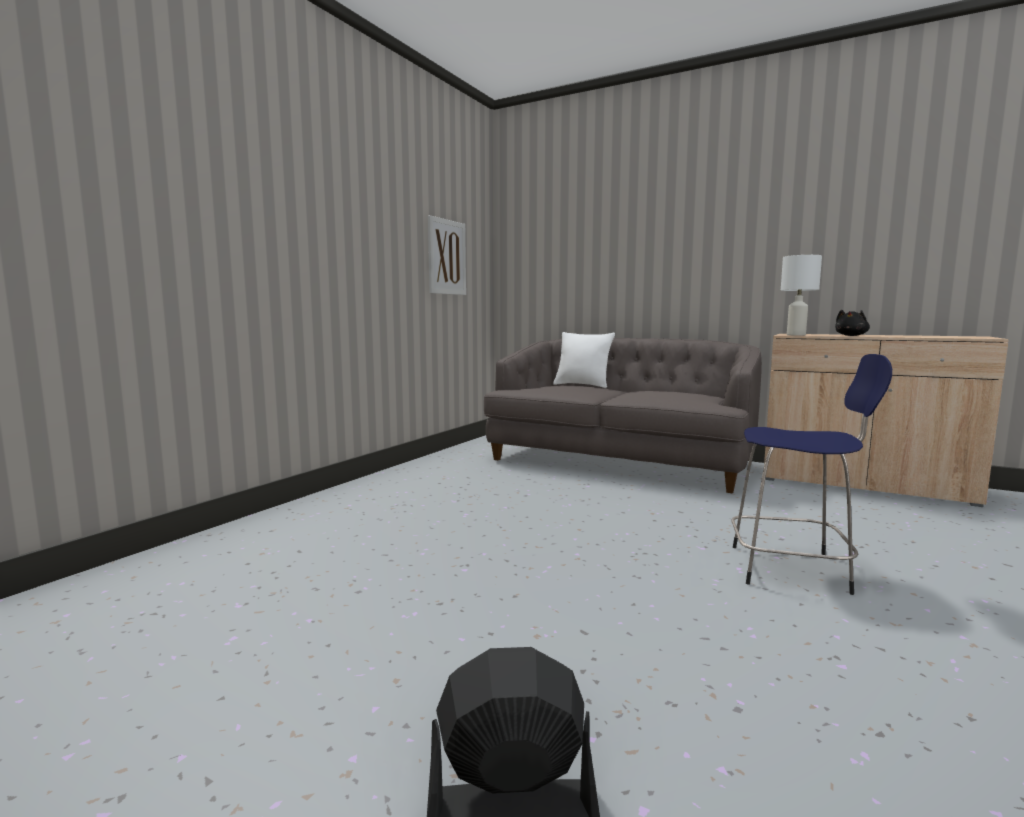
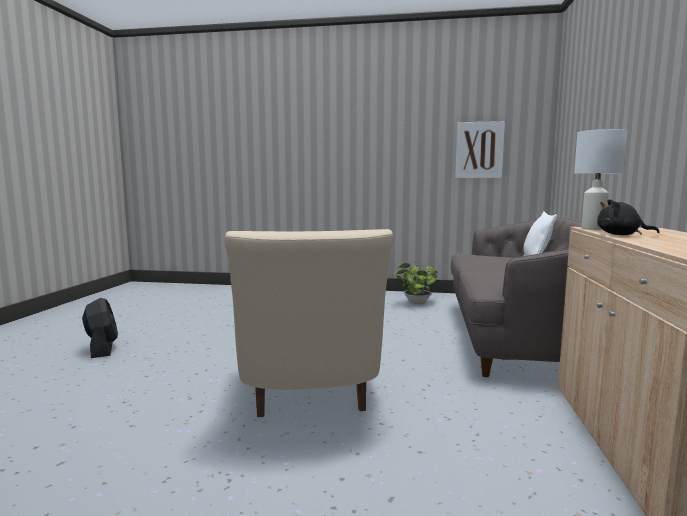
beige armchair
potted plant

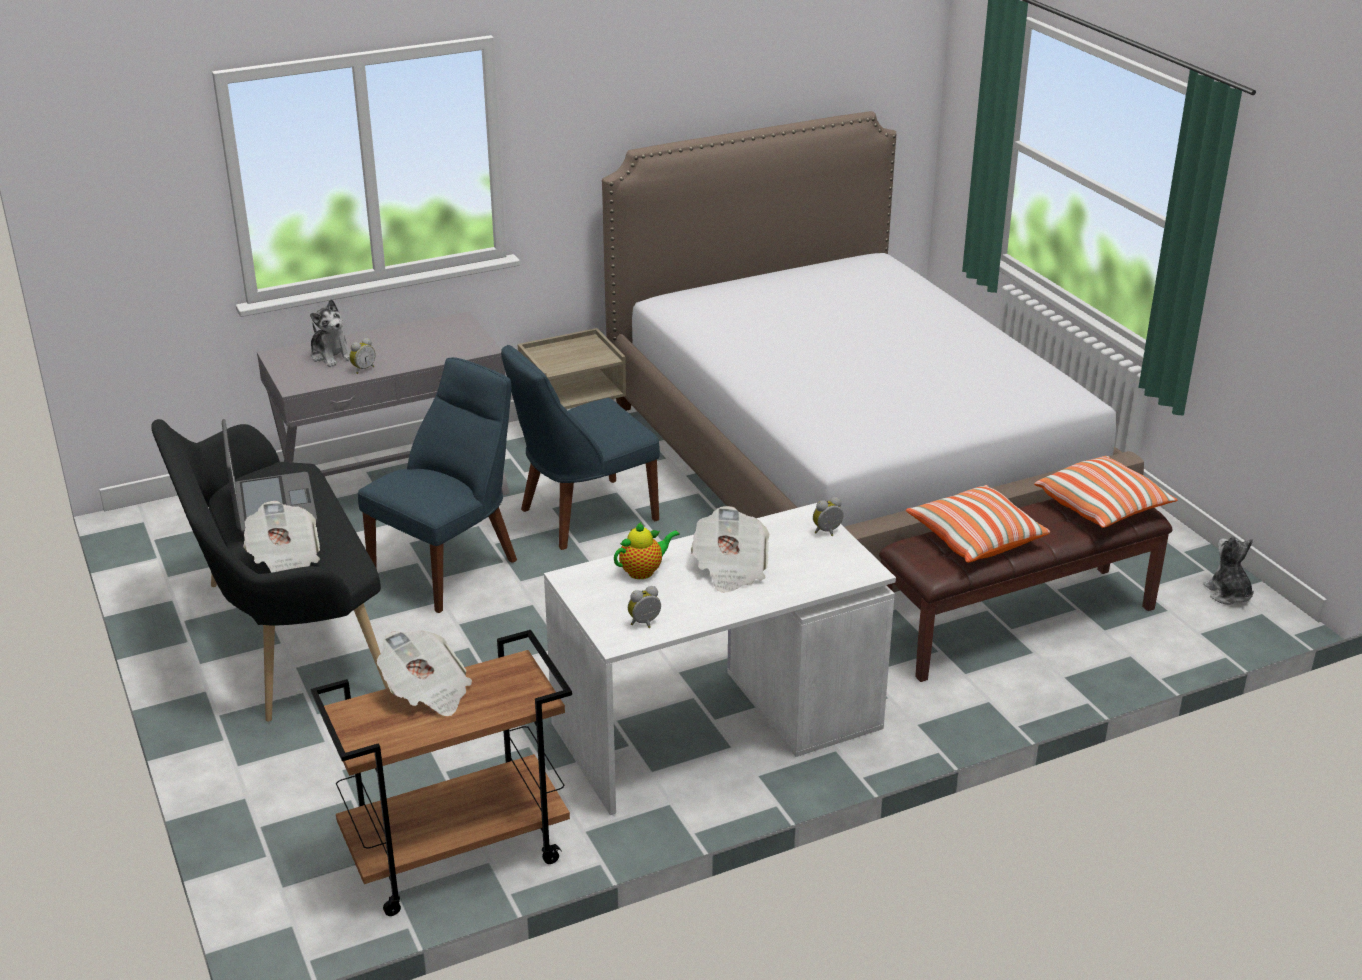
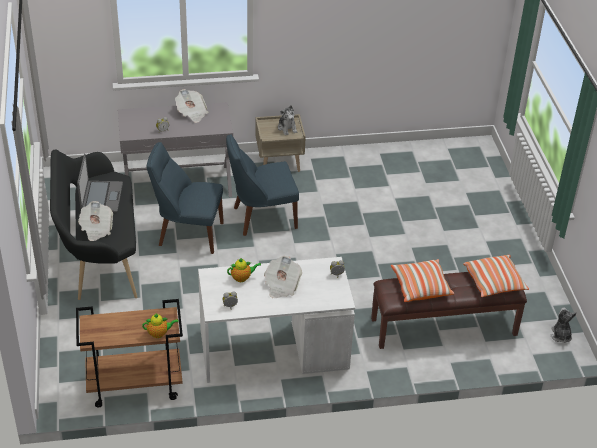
bed
plush toy (1st from left)
blue chair (1st from left)
newspaper (2nd from left)
teapot (1st from left)

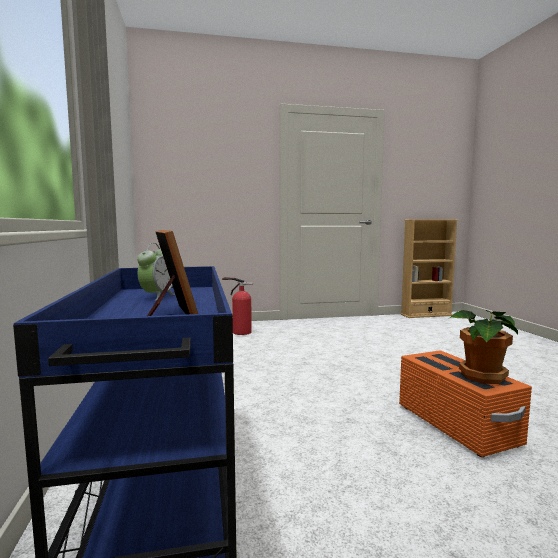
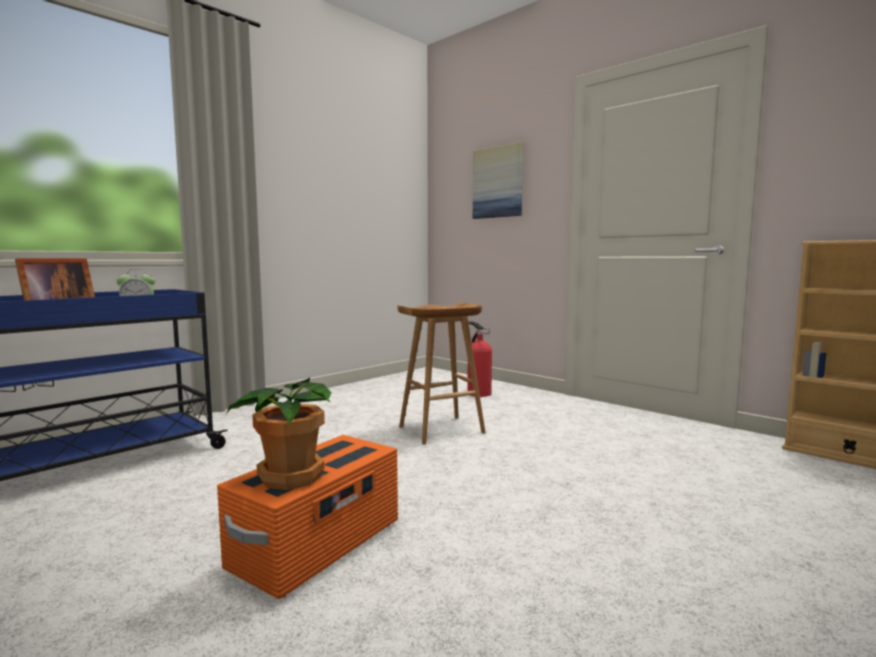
picture
brown stool

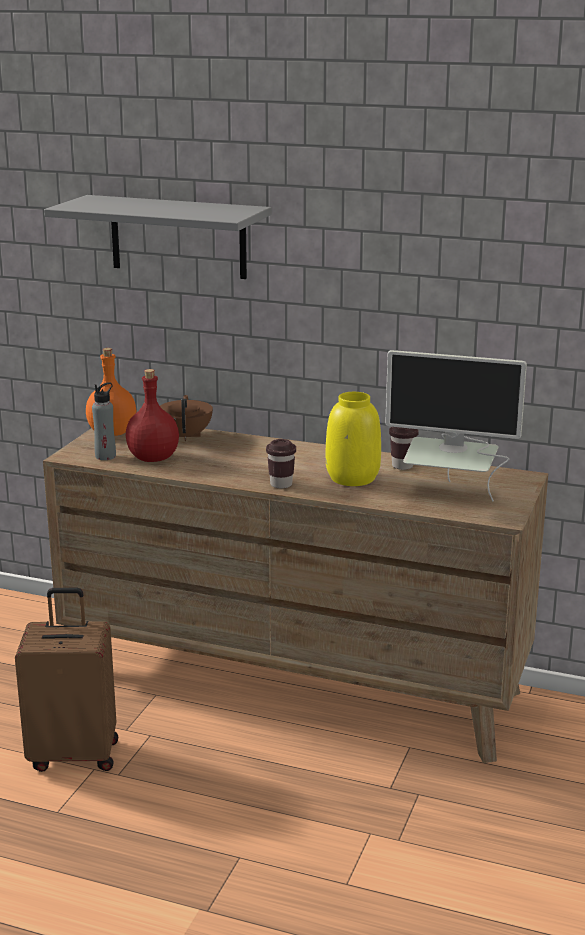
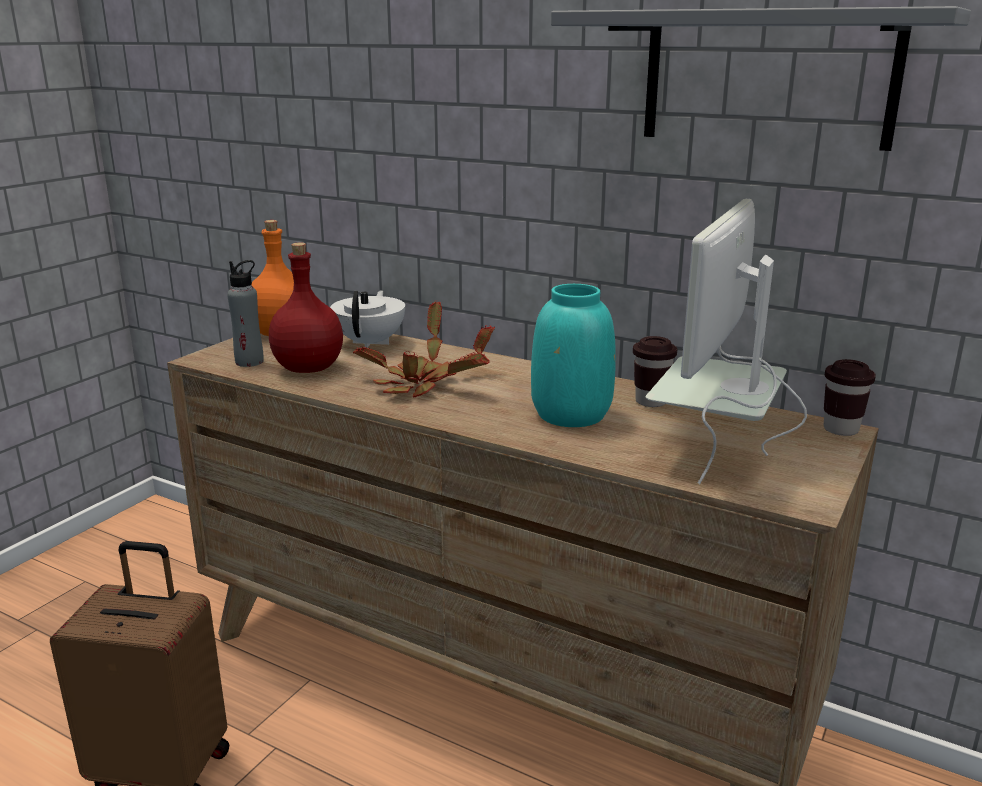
grey shelf
monitor
turquoise vase
white teapot
brown cup (2nd from left)
potted plant

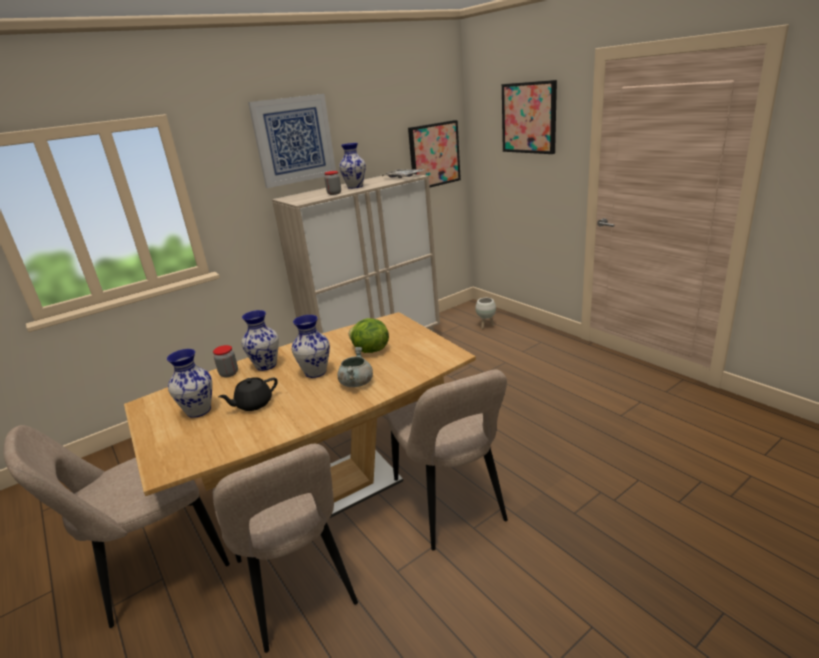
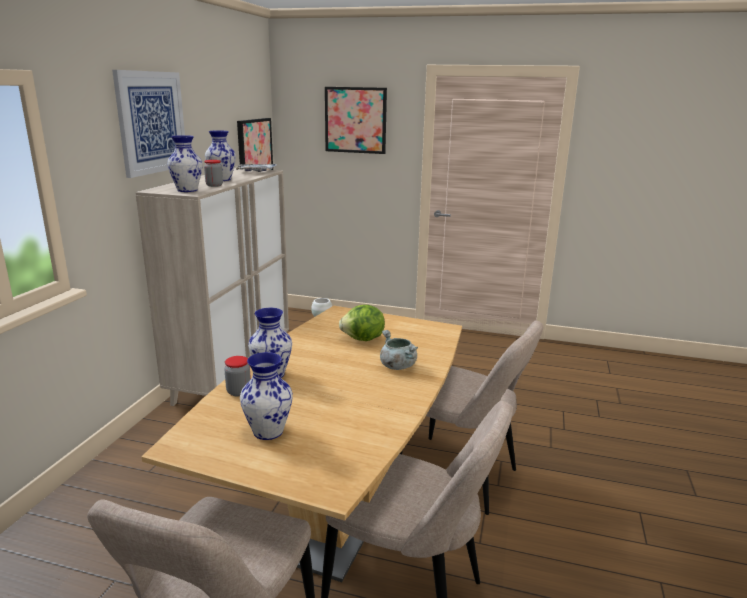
vase (1st from left)
black teapot

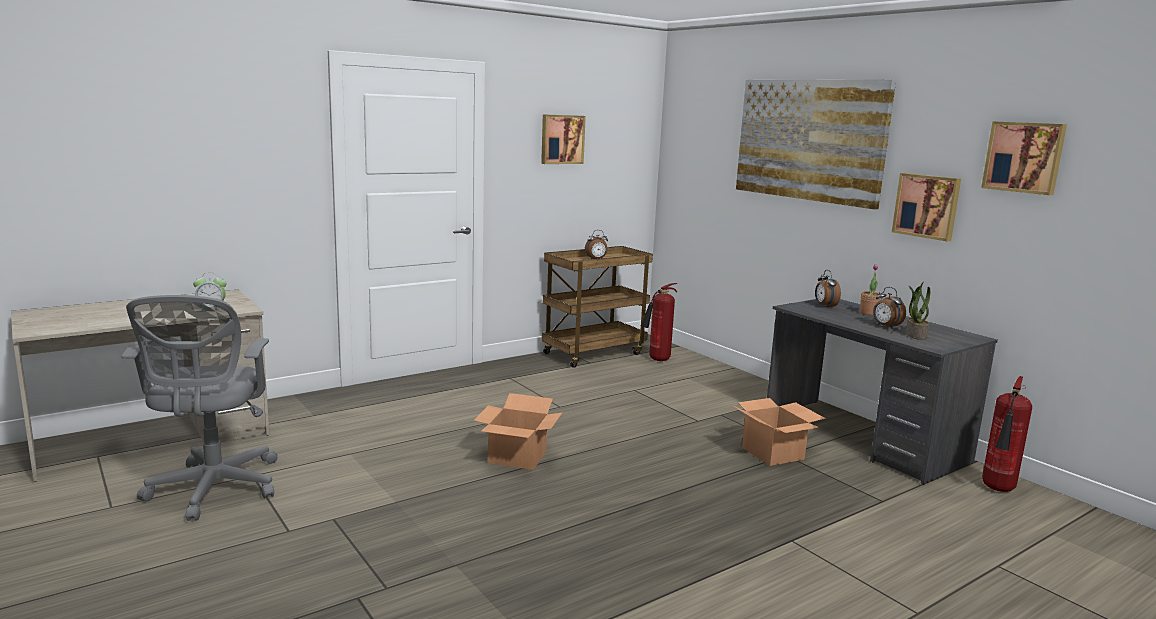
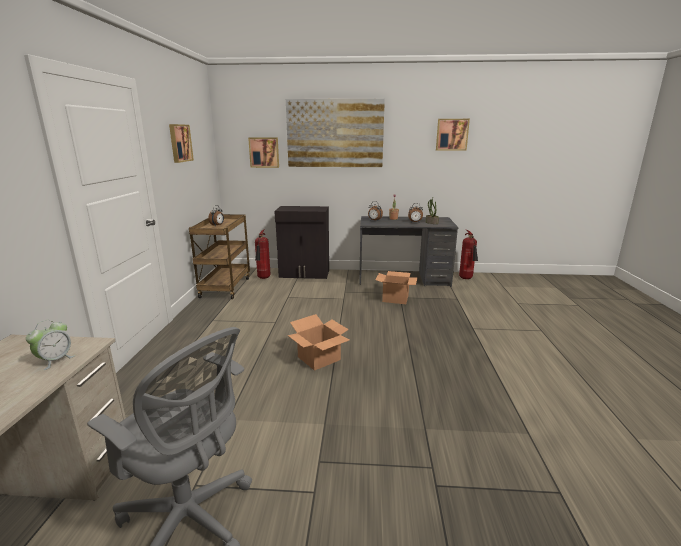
picture (2nd from left)
black cabinet

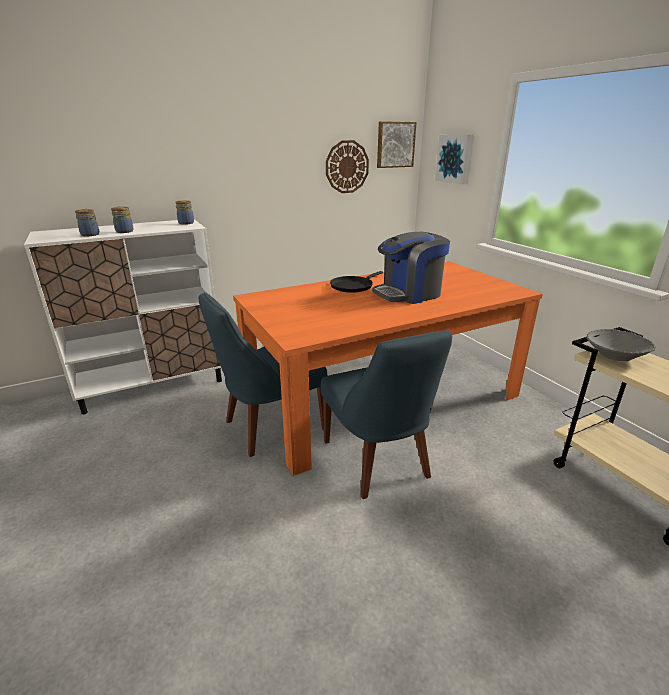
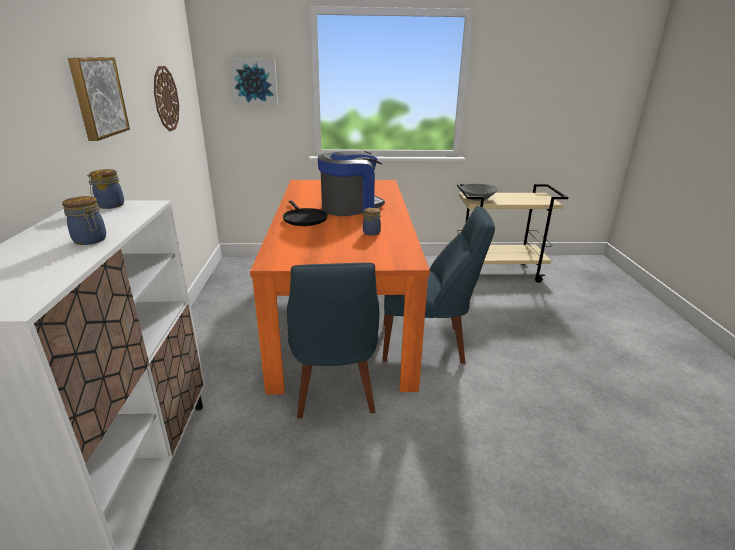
picture (1st from left)
jar (3rd from left)
coffee machine

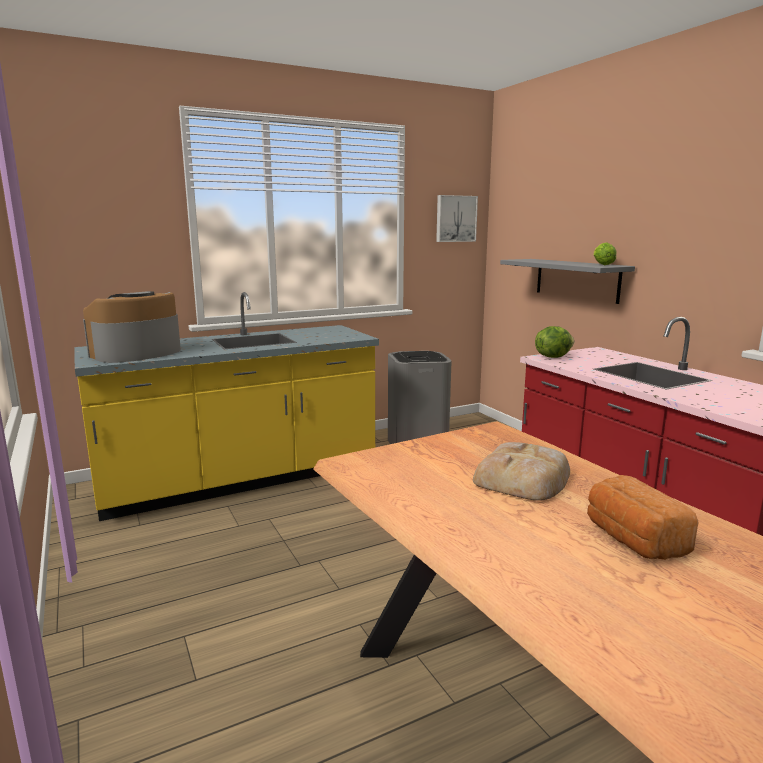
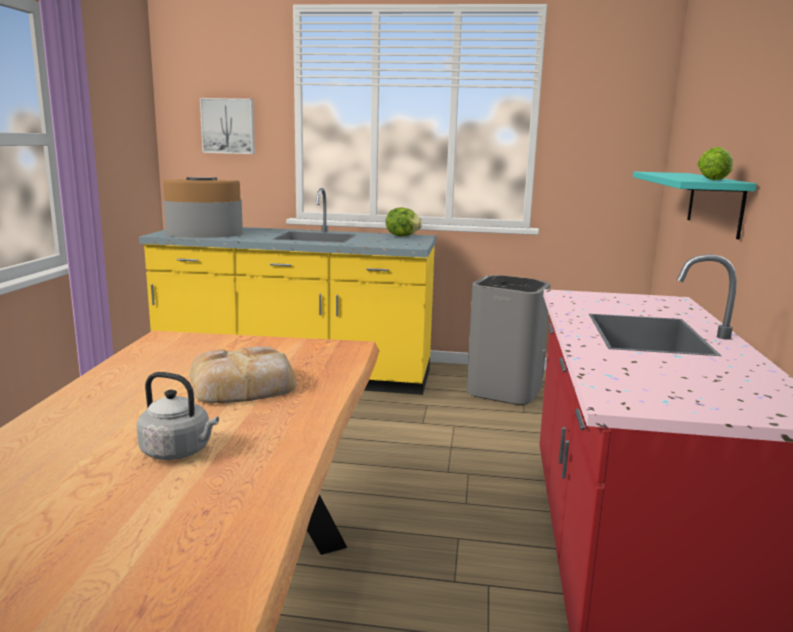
picture
turquoise shelf
lettuce (1st from left)
grey kettle

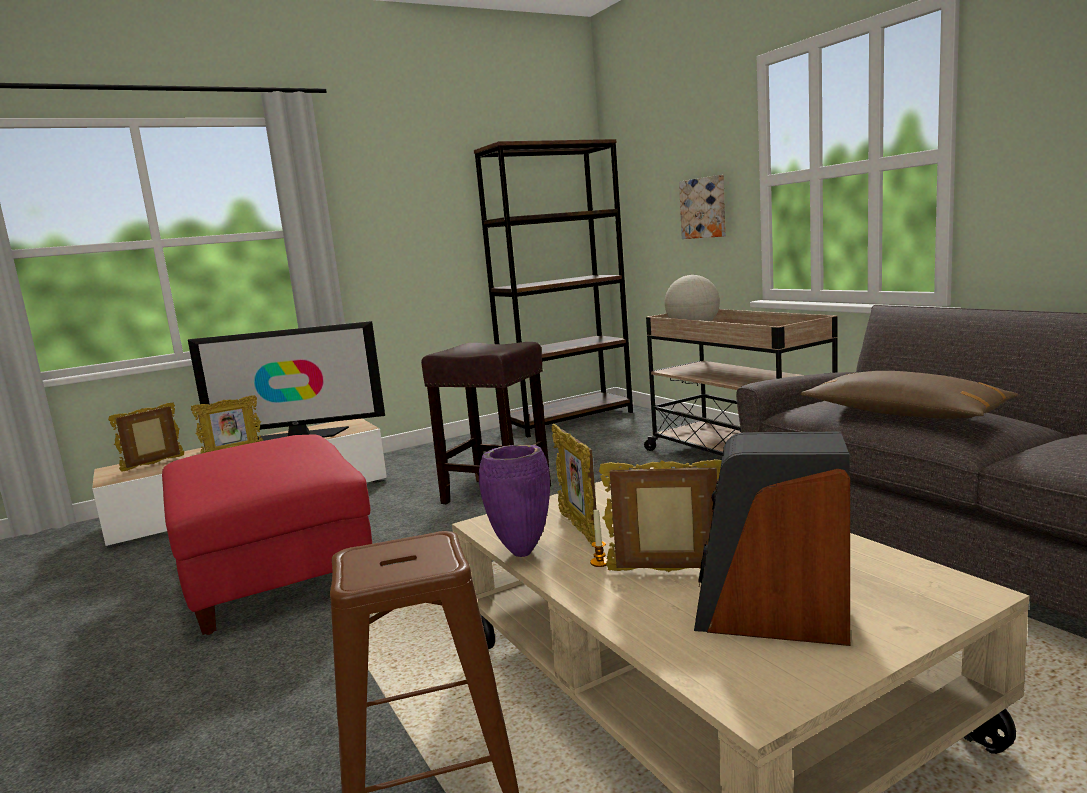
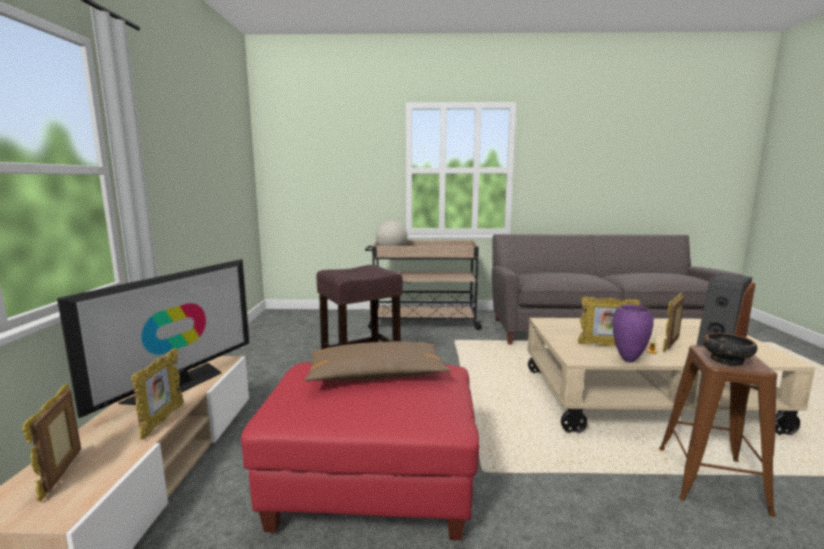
brown bookcase
picture
brown pillow
bowl

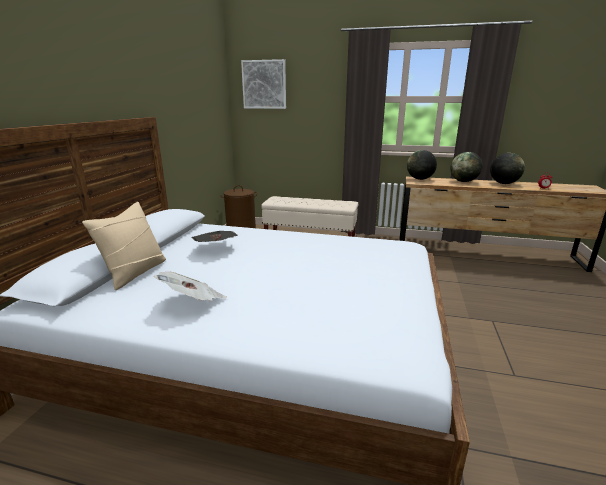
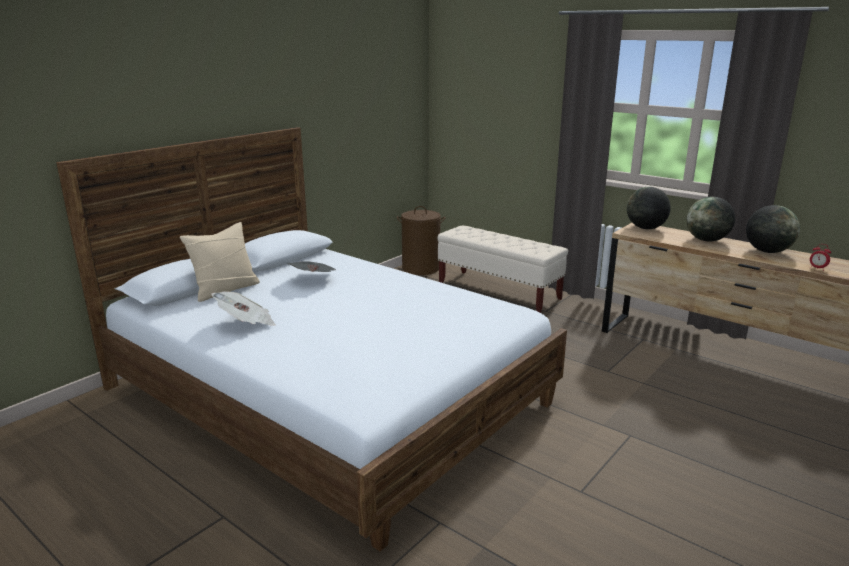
picture

